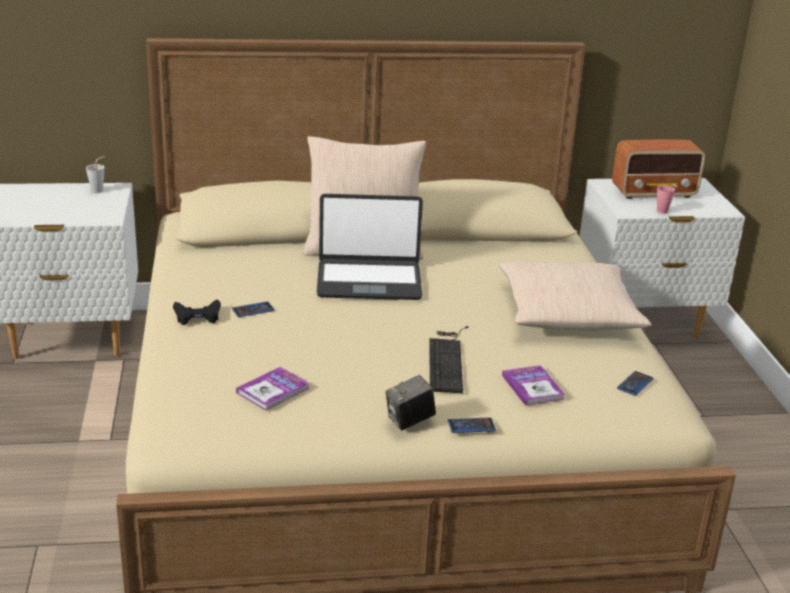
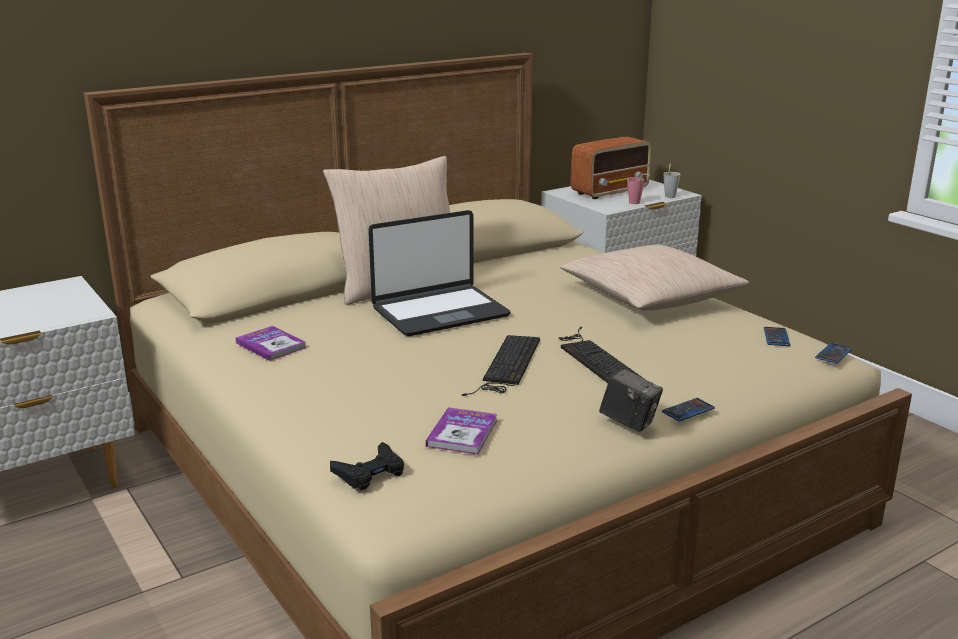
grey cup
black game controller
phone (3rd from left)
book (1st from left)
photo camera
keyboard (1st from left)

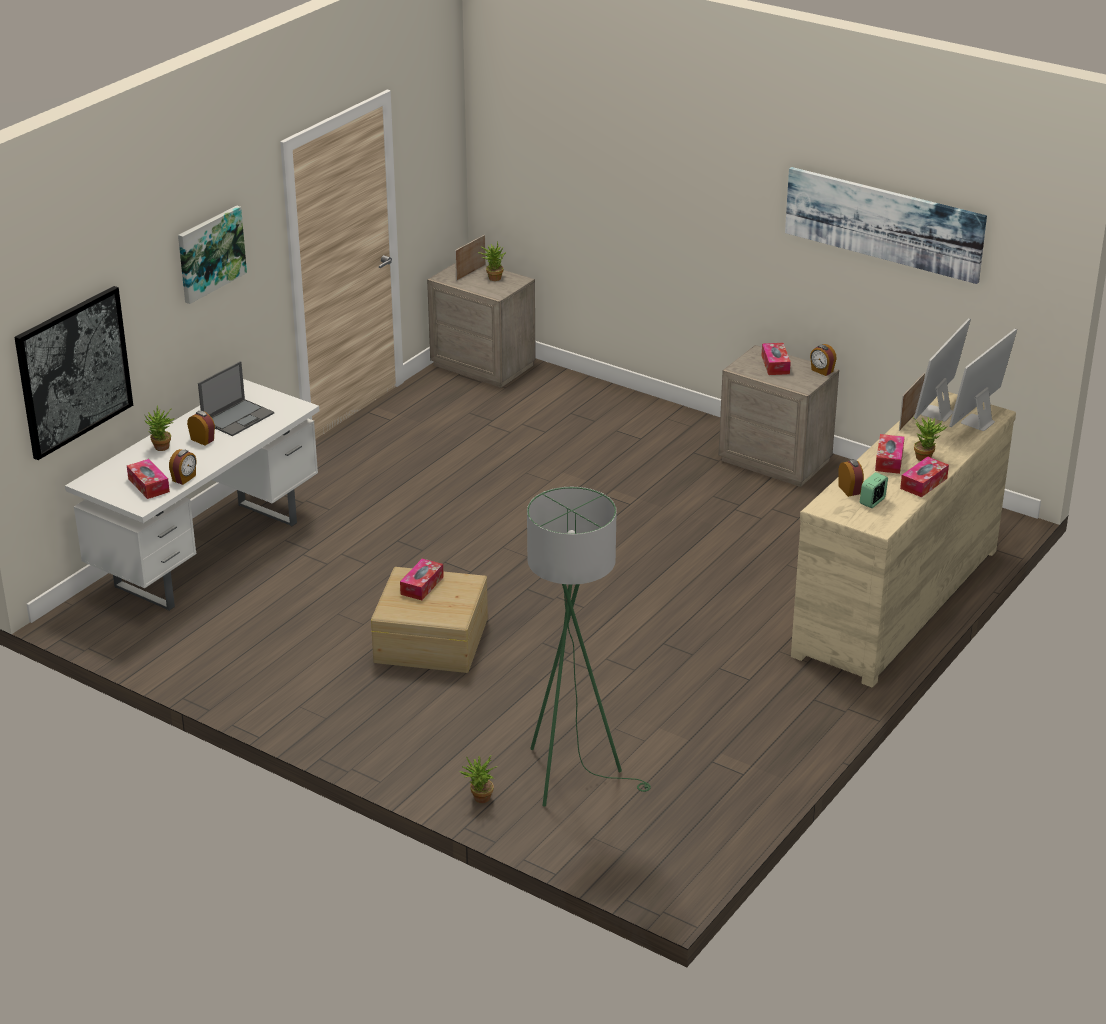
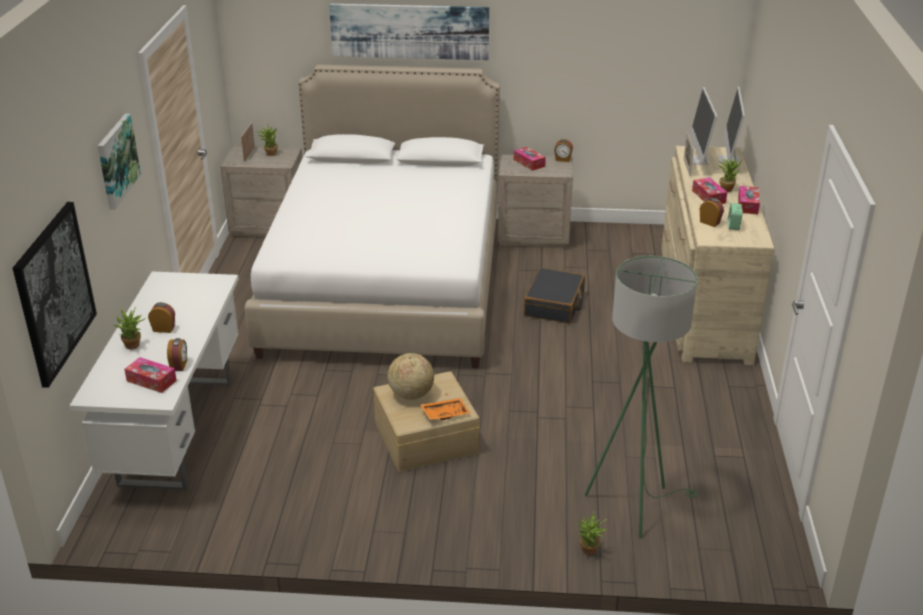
picture (3rd from left)
laptop
globe
white bed
black suitcase
orange tray

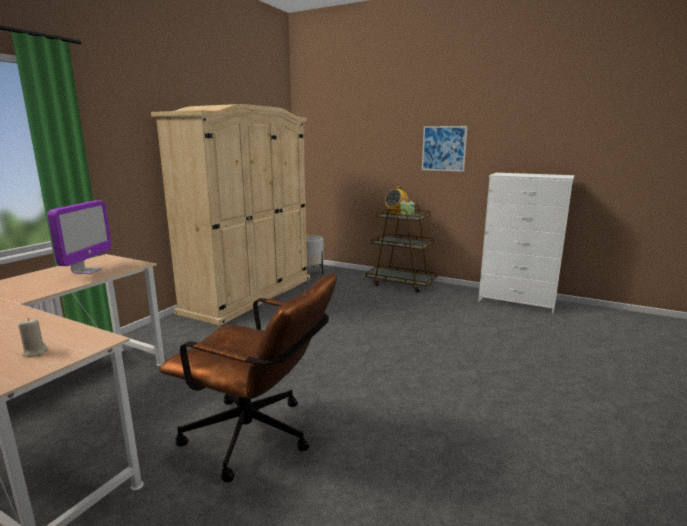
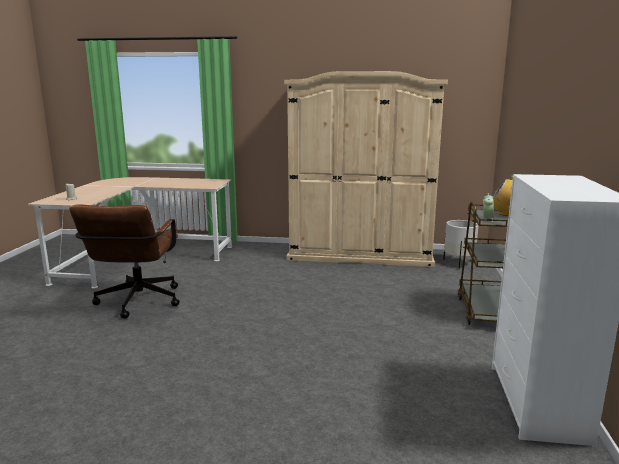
picture
monitor

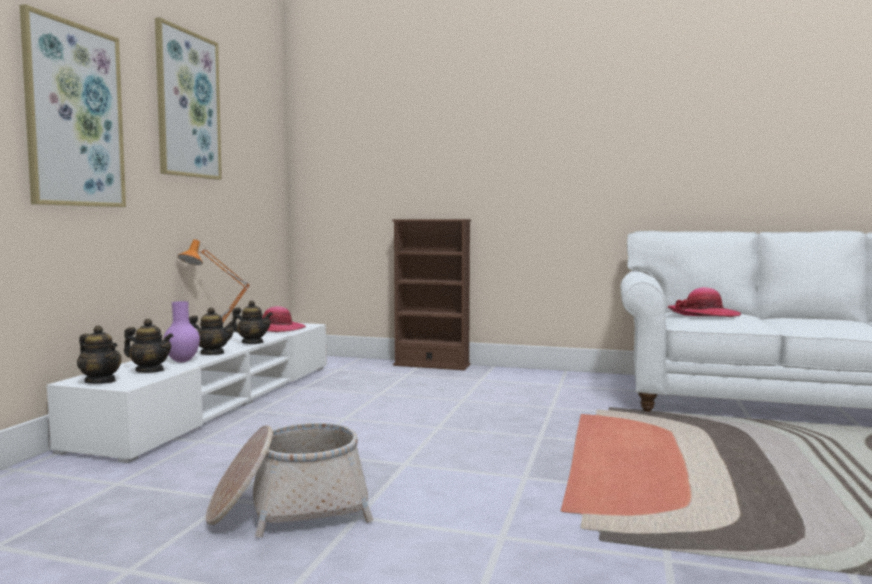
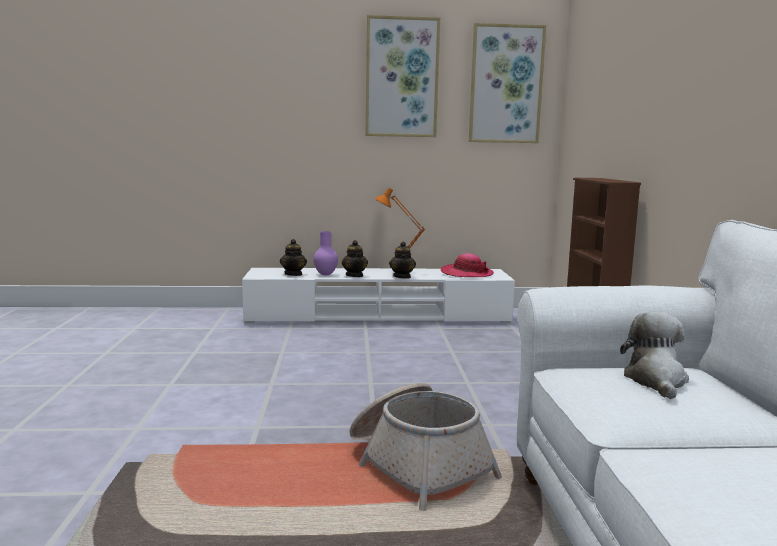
picture (2nd from left)
plush toy
teapot (1st from left in the first image)
basket

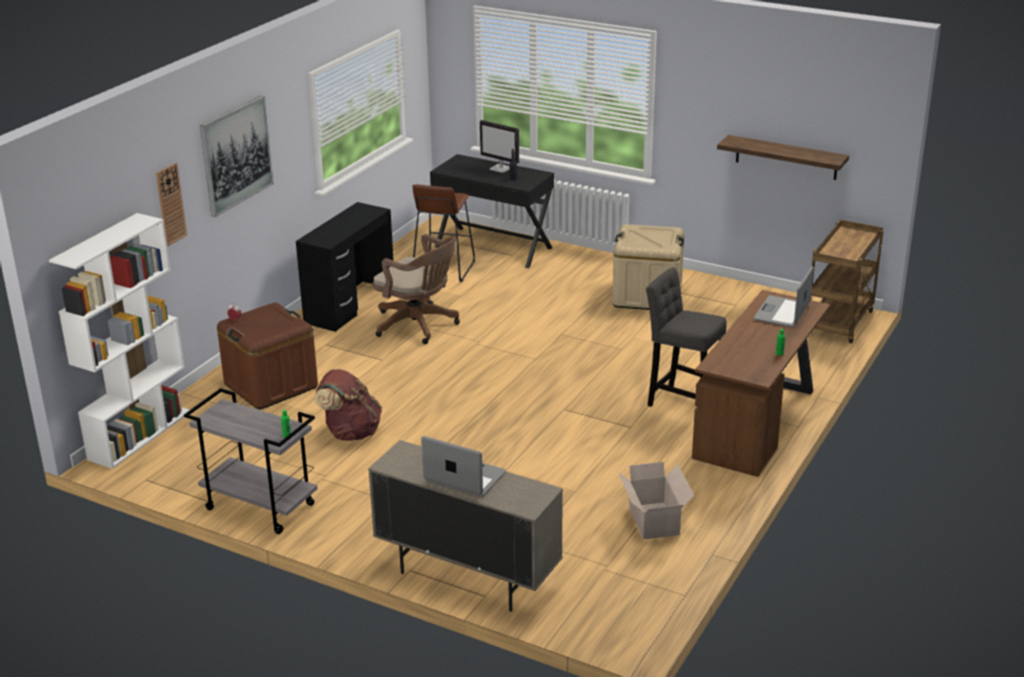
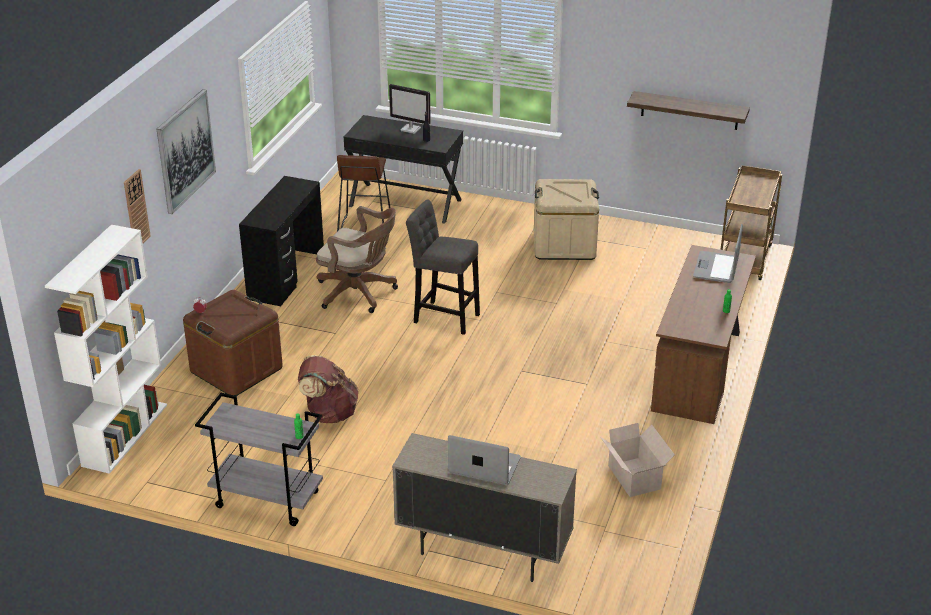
grey stool

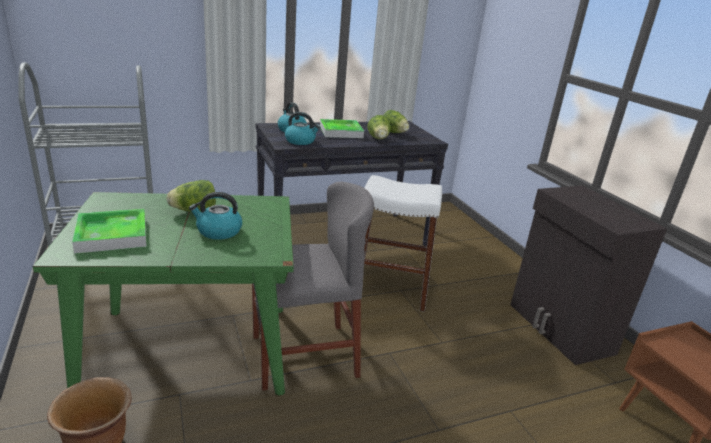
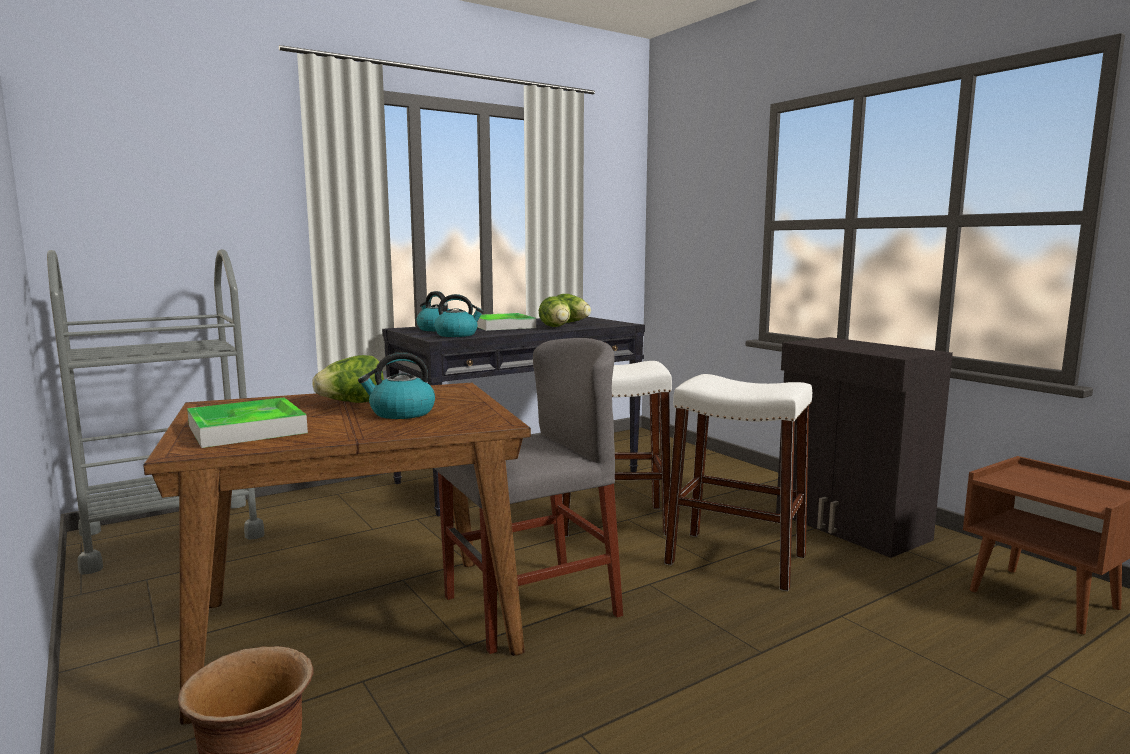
brown dining table
white stool (2nd from left)

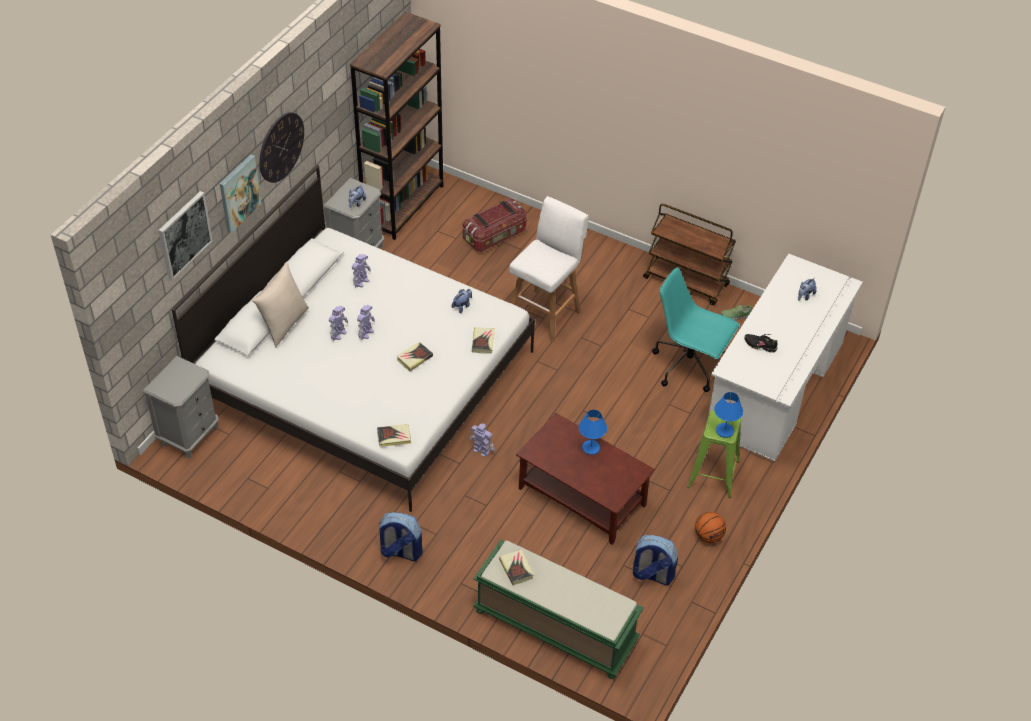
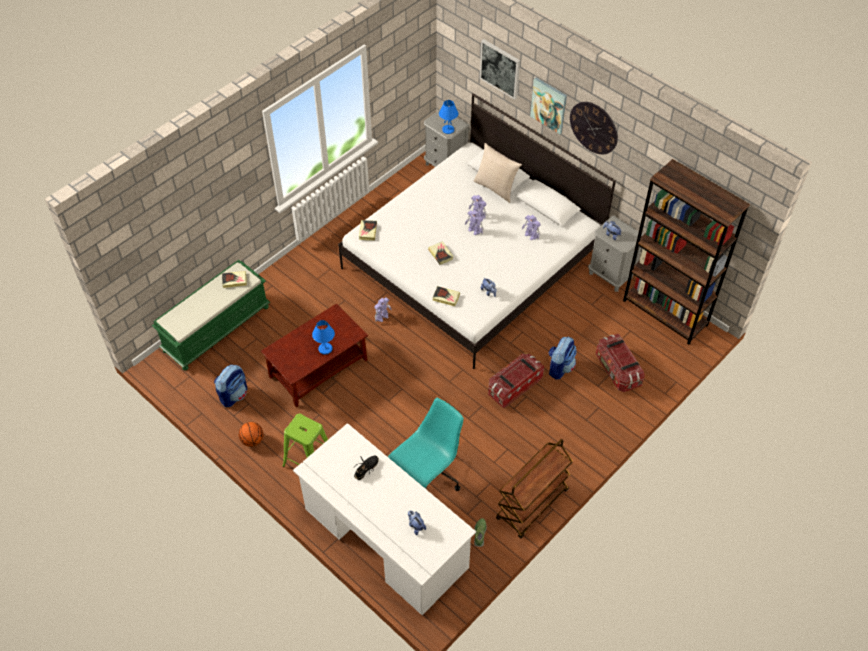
storage box (1st from left)
blue table lamp (2nd from left)
backpack (2nd from left)

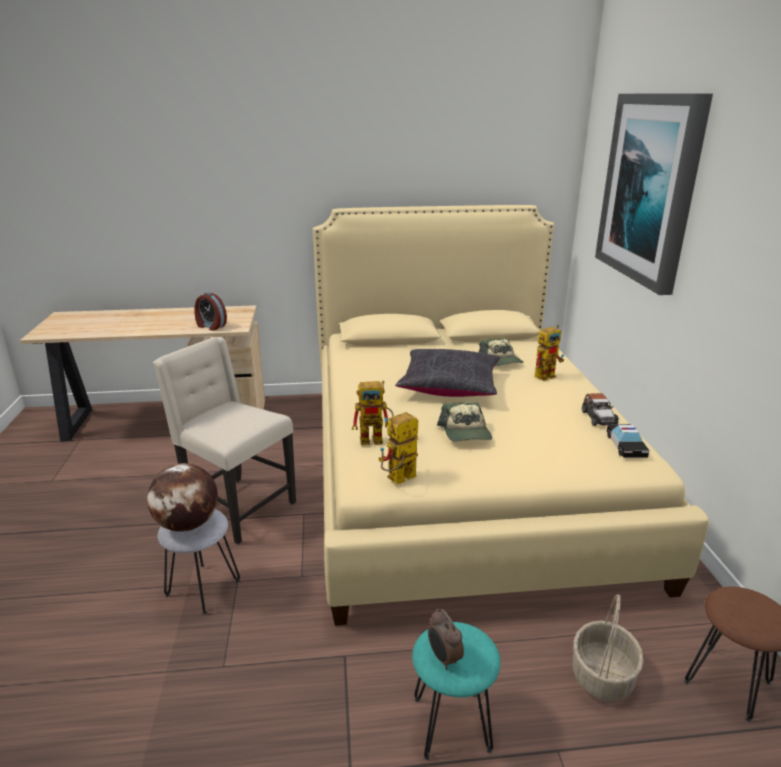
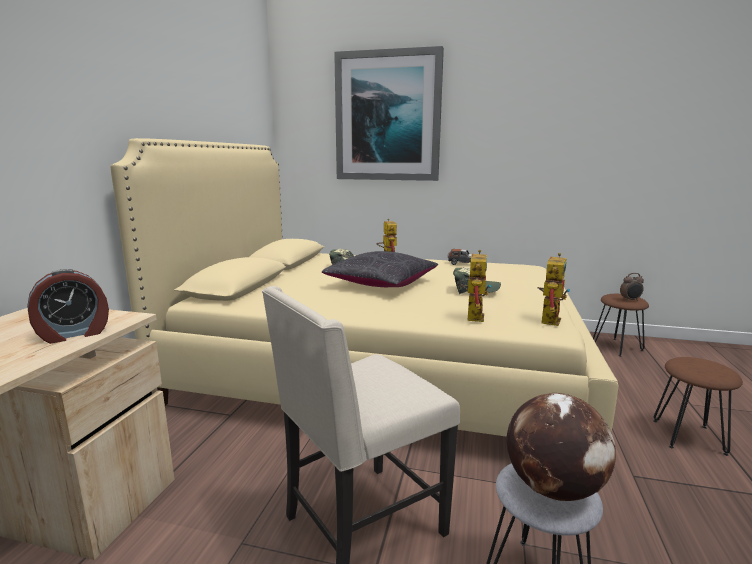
toy robot (3rd from left)
toy car (2nd from left in the first image)
basket
alarm clock (2nd from left)
brown stool (2nd from left)

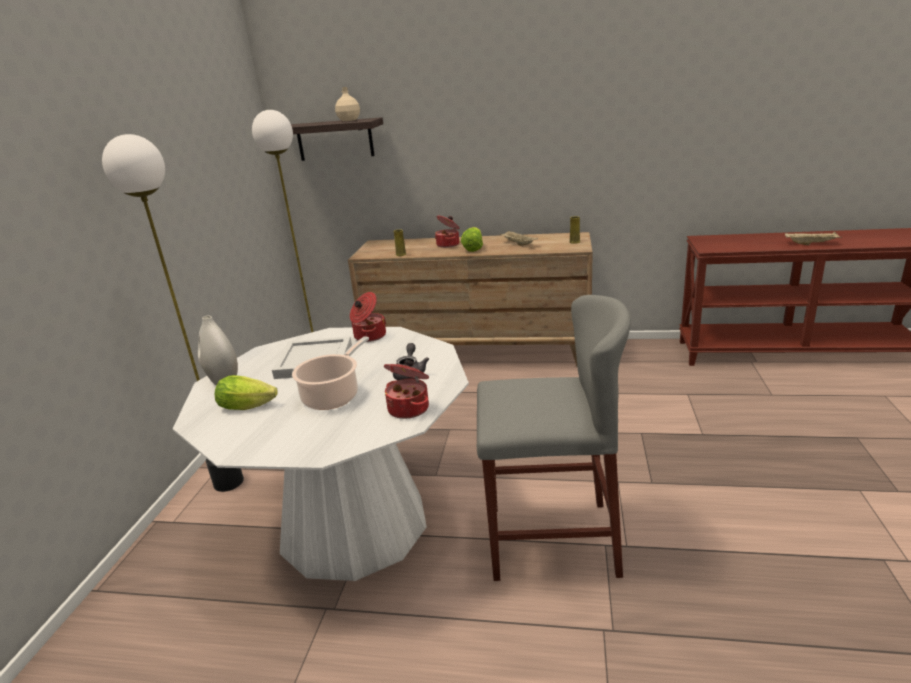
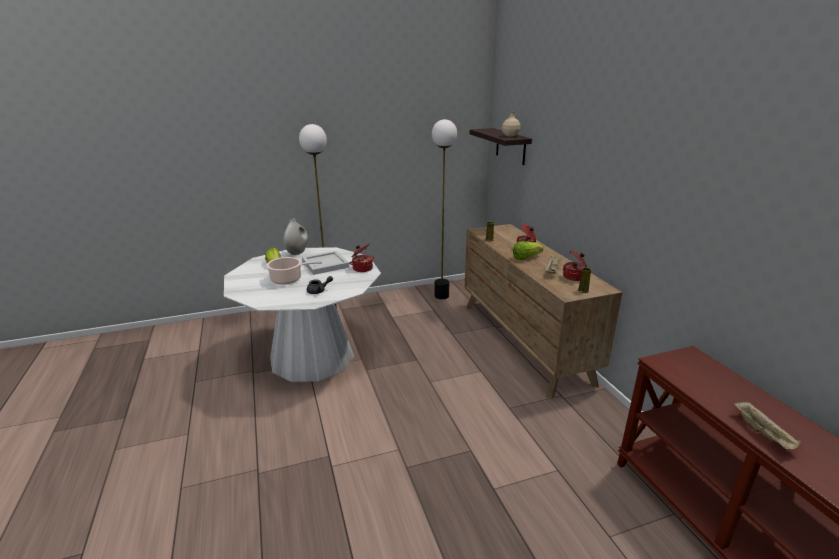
grey stool
cooking pot (4th from left)

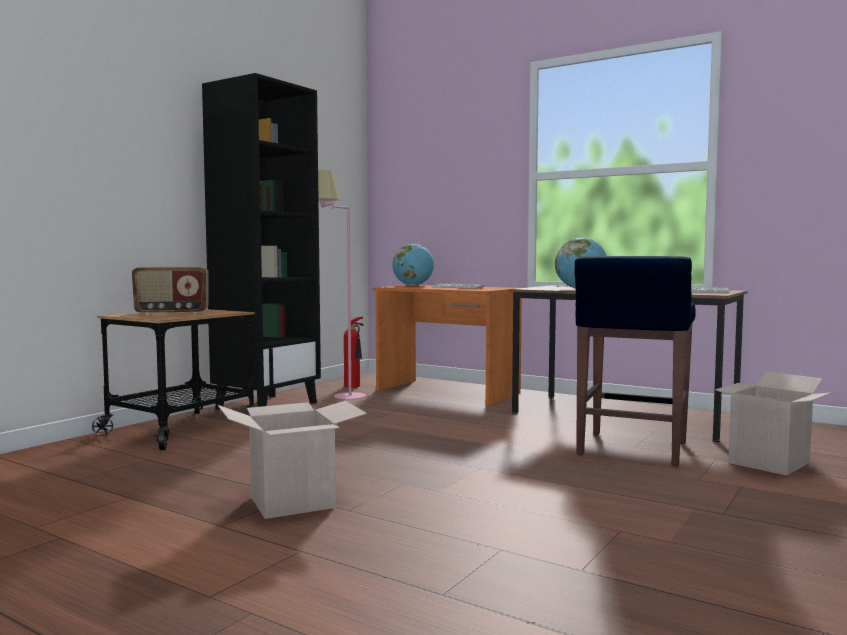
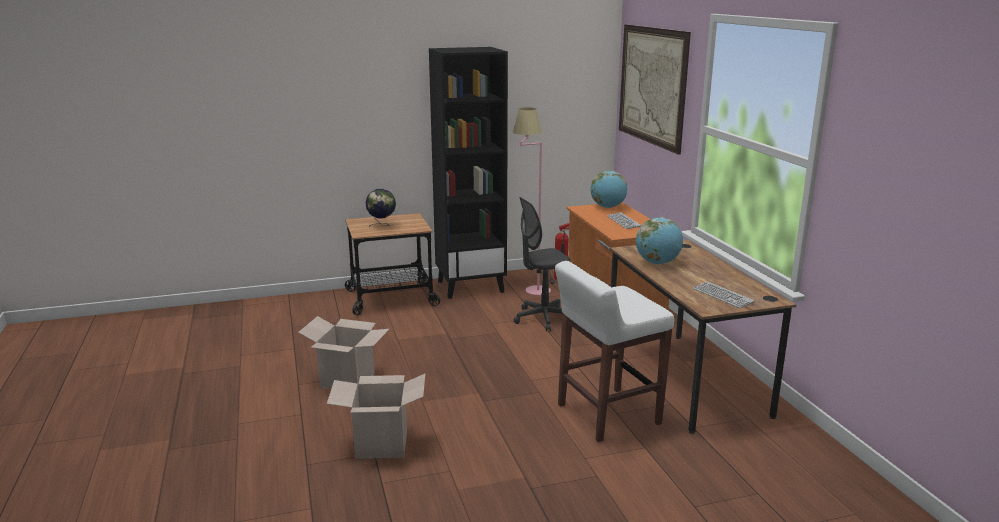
white stool
globe (1st from left)
cardboard box (2nd from left)
picture
grey office chair

